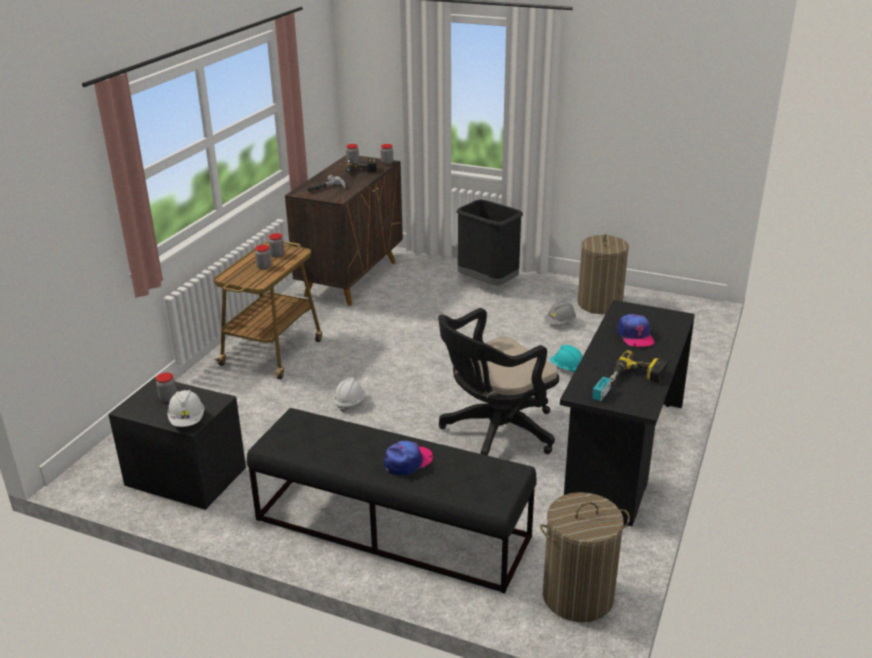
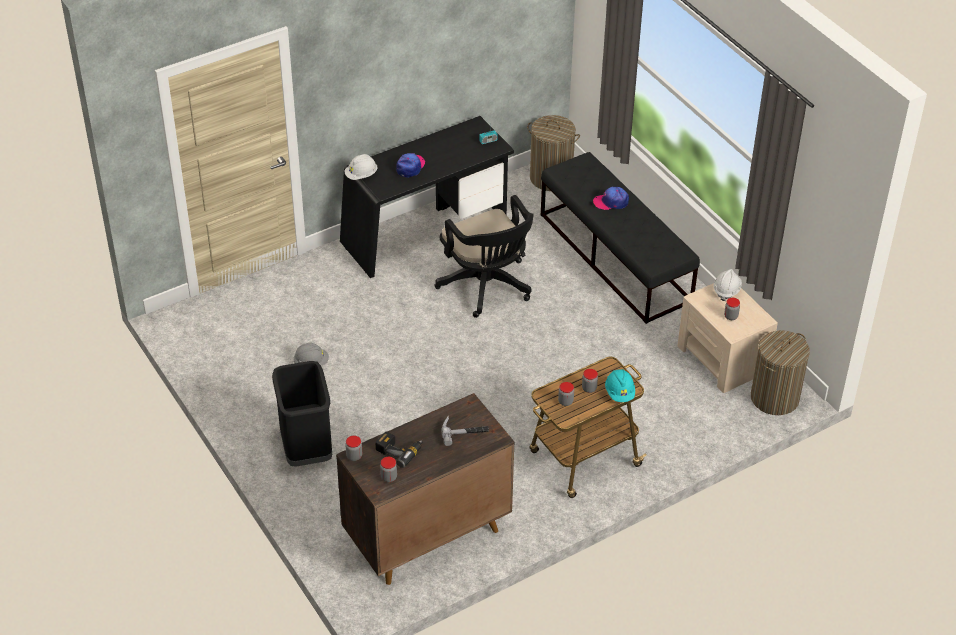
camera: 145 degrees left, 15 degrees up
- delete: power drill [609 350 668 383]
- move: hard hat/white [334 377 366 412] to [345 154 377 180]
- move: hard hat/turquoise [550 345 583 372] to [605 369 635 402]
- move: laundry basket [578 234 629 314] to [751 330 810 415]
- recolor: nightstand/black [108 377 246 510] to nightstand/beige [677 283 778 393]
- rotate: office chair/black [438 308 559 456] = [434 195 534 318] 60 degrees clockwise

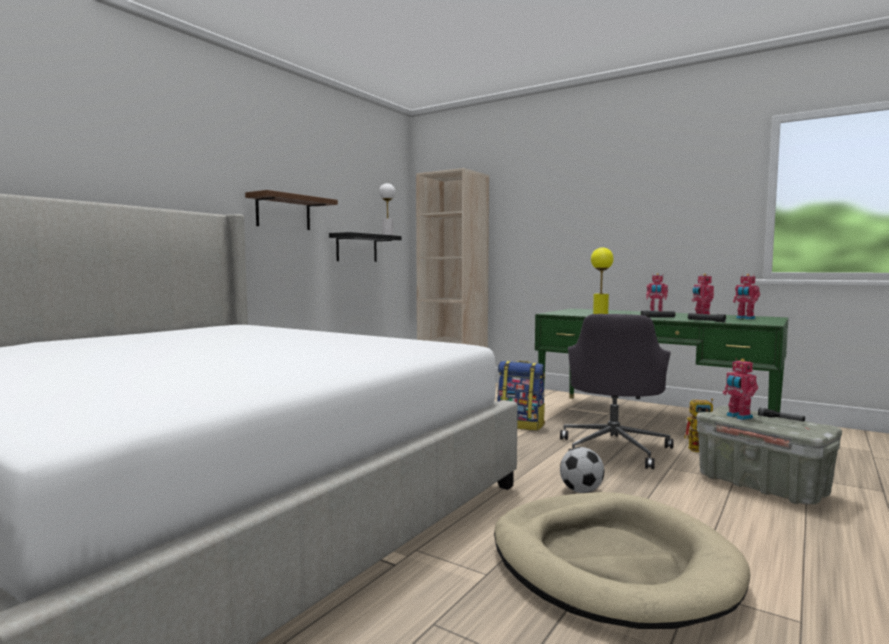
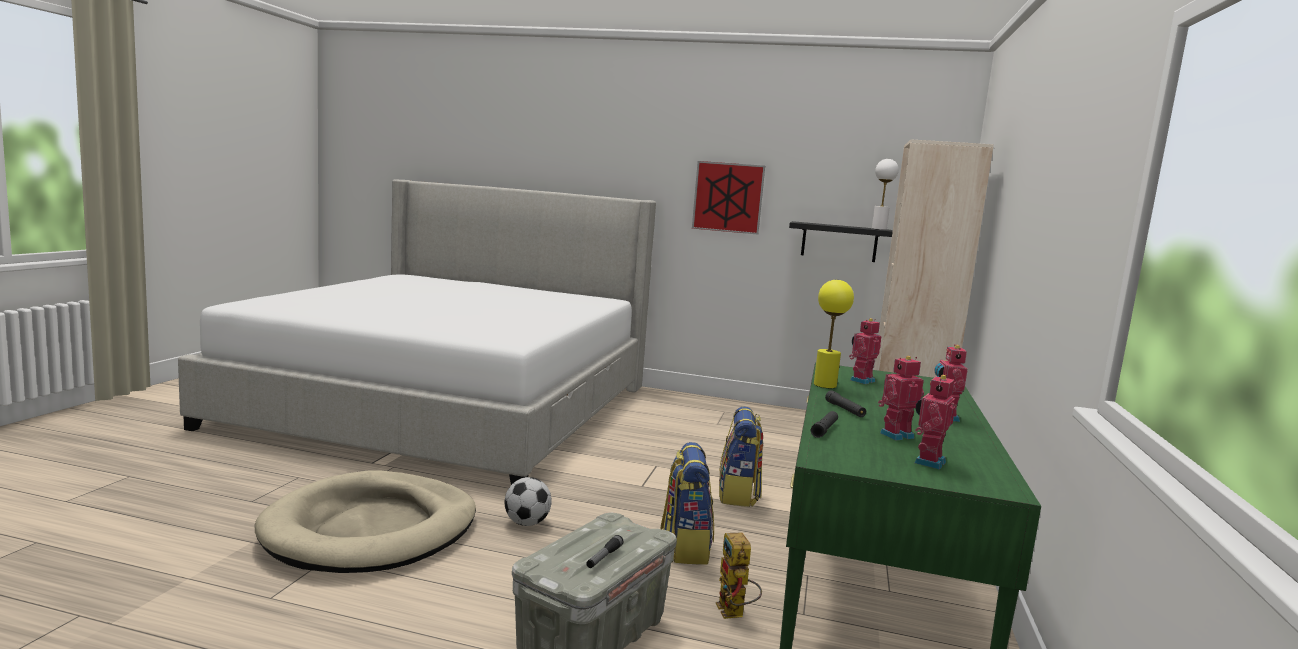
camera: 70 degrees right, 5 degrees up
- move: toy robot [723 359 758 420] to [849 318 882 384]
- replace: shelf/brown [245 190 338 230] to picture [692 161 765 235]
- replace: office chair/grey [560 314 674 469] to backpack [661 442 714 565]

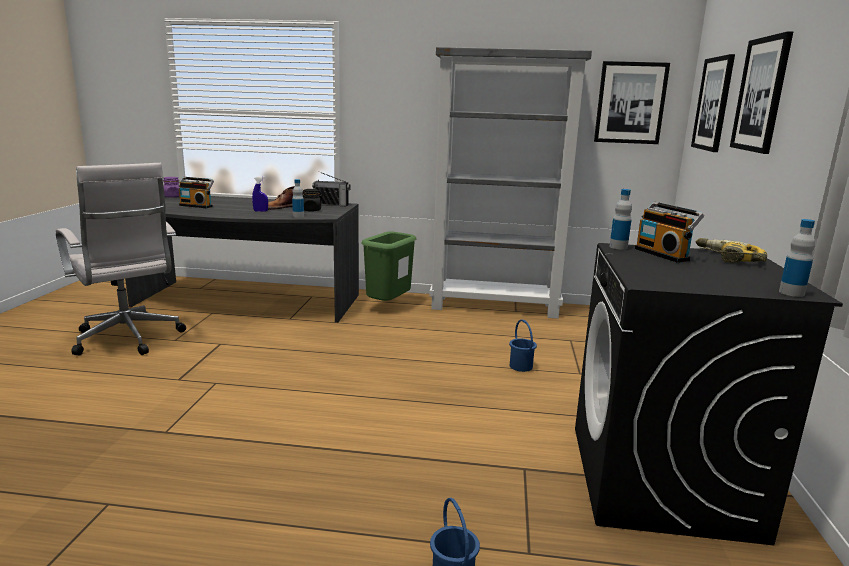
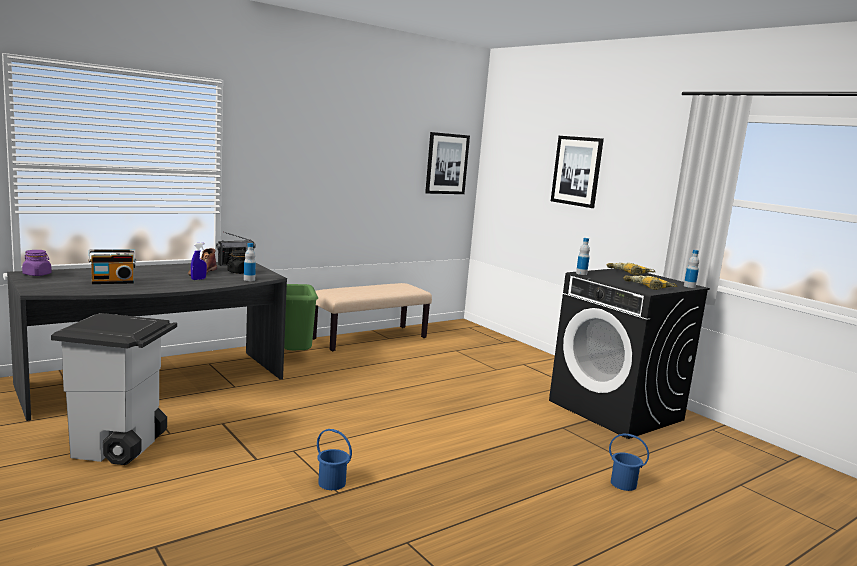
camera: 45 degrees left, 5 degrees down
- delete: radio [635 202 704 263]
- delete: picture [691 54 735 152]
- insert: power drill [623 275 677 290]
- move: bucket/blue [509 319 537 372] to [317 429 352 490]
- replace: office chair/white [56 163 186 356] to trash can/grey [51 313 177 465]
- replace: bookcase/grey [429 47 592 319] to bench/beige [313 283 432 351]

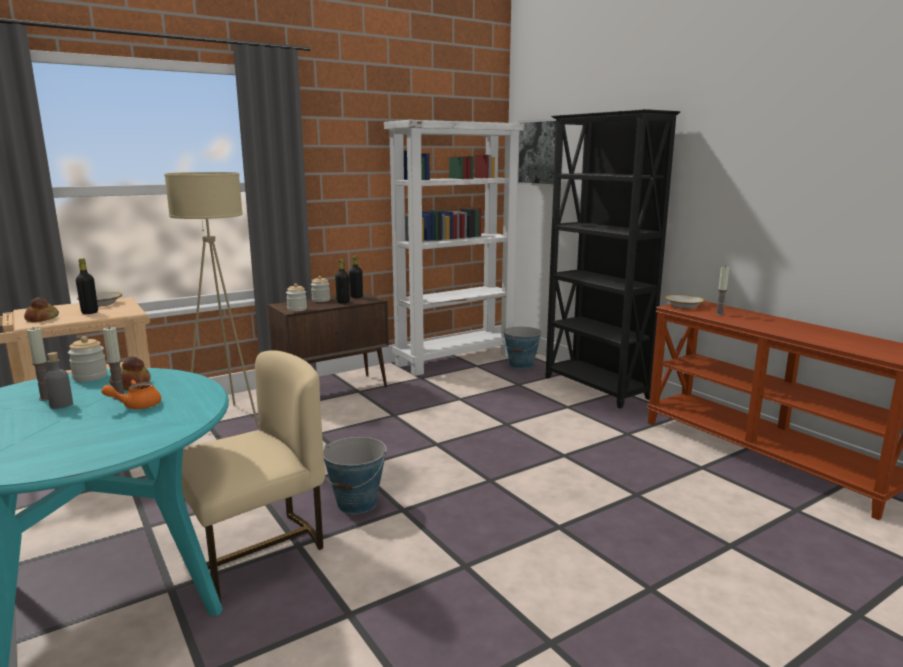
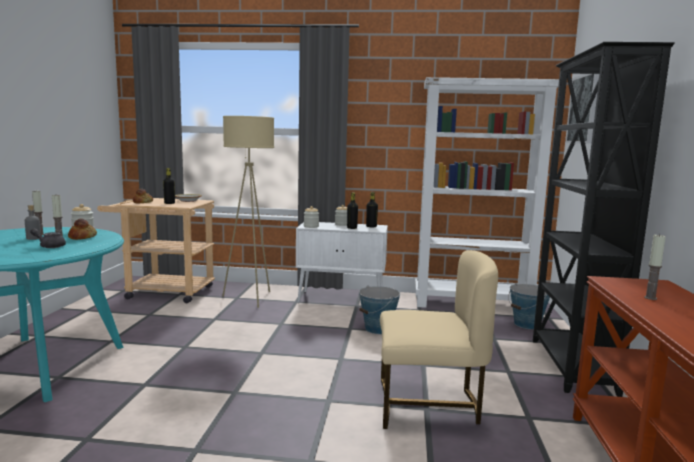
camera: 40 degrees right, 5 degrees down
- delete: bowl [665 295 705 309]
- move: chair/beige [182 350 325 603] to [380 250 498 429]
- move: bucket [323 437 387 514] to [358 285 400 334]
- recolor: teapot/orange [101 380 161 409] to teapot/grey [30 228 66 248]
- recolor: cabinet/brown [268 292 389 388] to cabinet/white [296 222 388 303]

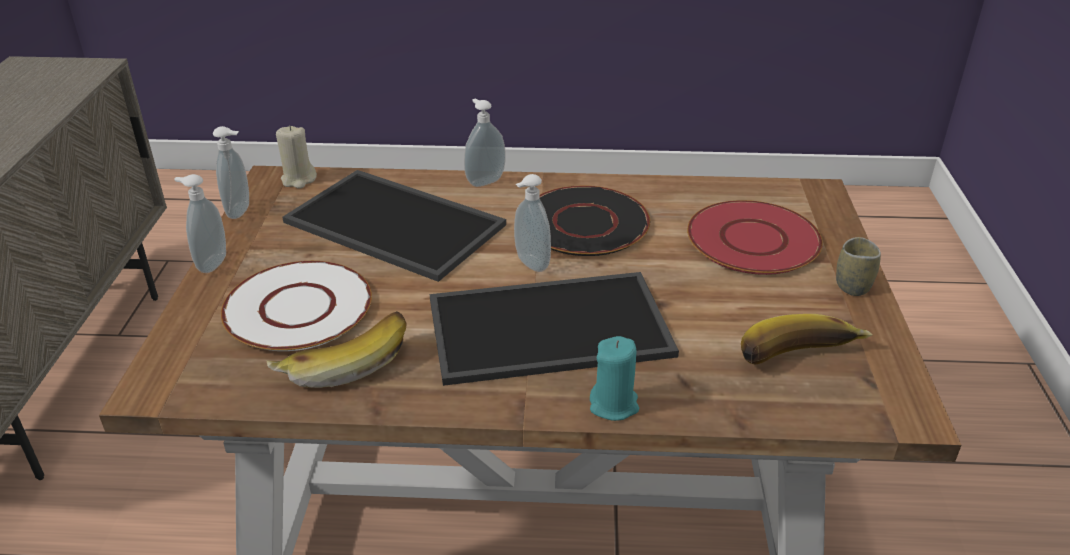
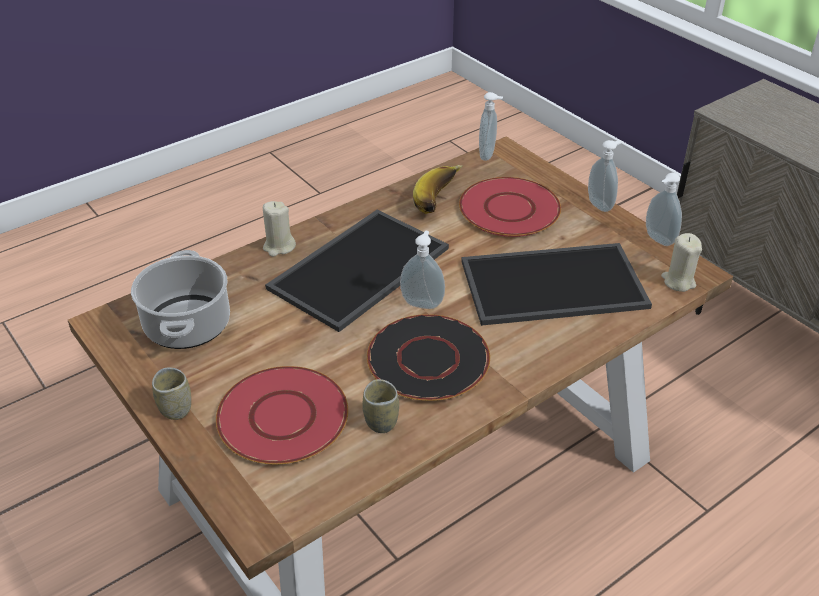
camera: 140 degrees right, 5 degrees up
- insert: cup [362 379 399 433]
- move: soap dispenser [464 98 506 187] to [479 92 503 161]
- replace: banana [741 314 873 365] to cooking pot [131 250 230 349]
- recolor: plate/white [221 261 372 351] to plate/red [459 177 561 237]
- recolor: candle/turquoise [590 336 639 421] to candle/beige [263 201 296 257]

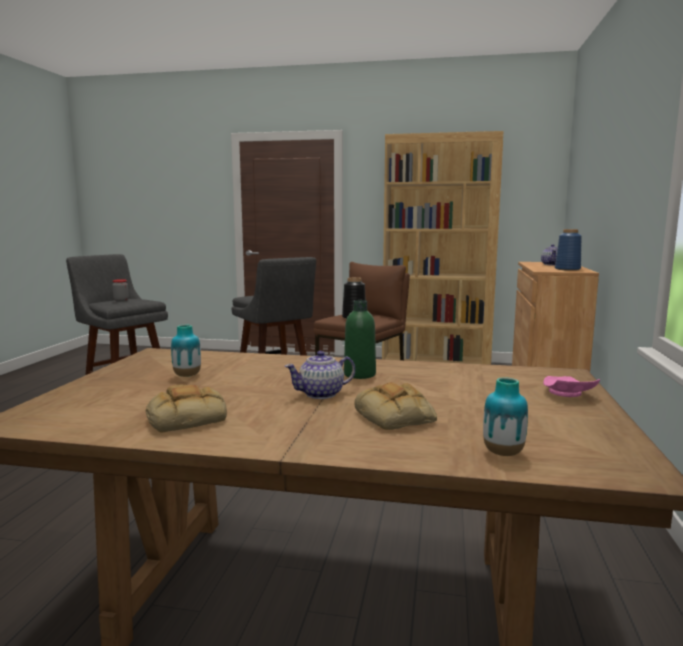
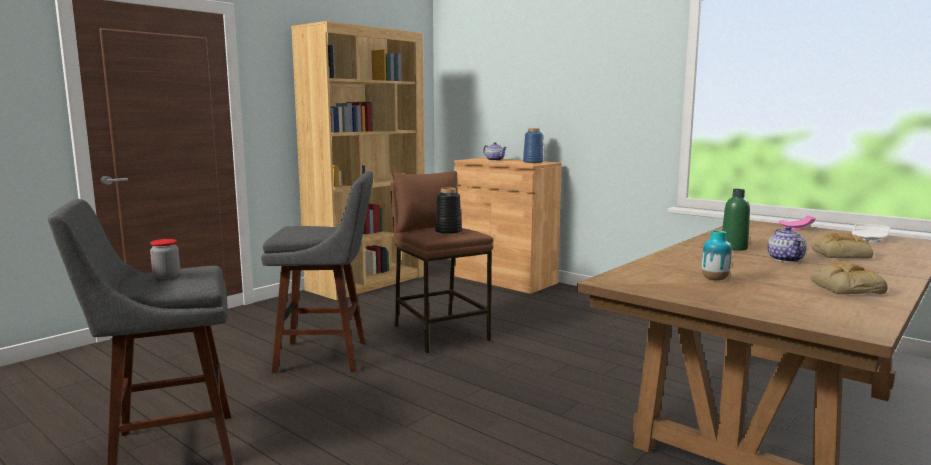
camera: 60 degrees left, 0 degrees up
- delete: vase [483 378 528 456]
- insert: plate/white [852 224 890 243]

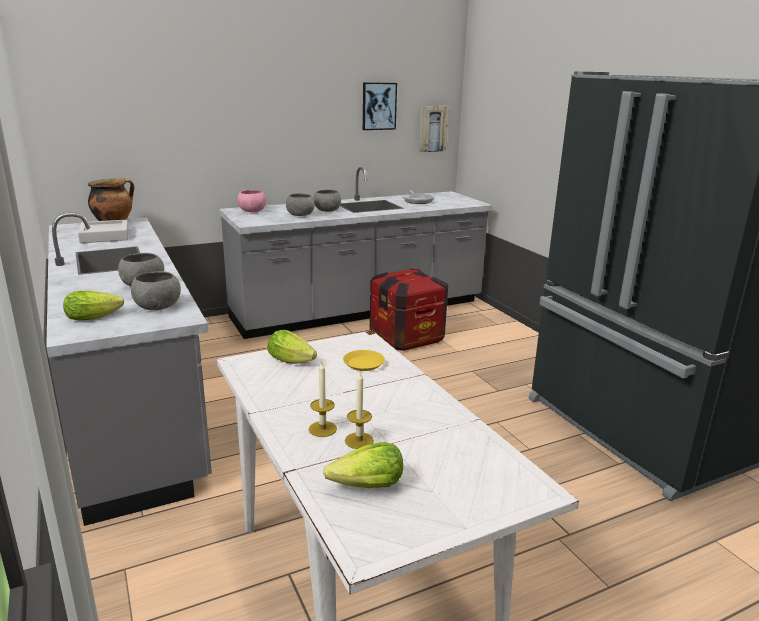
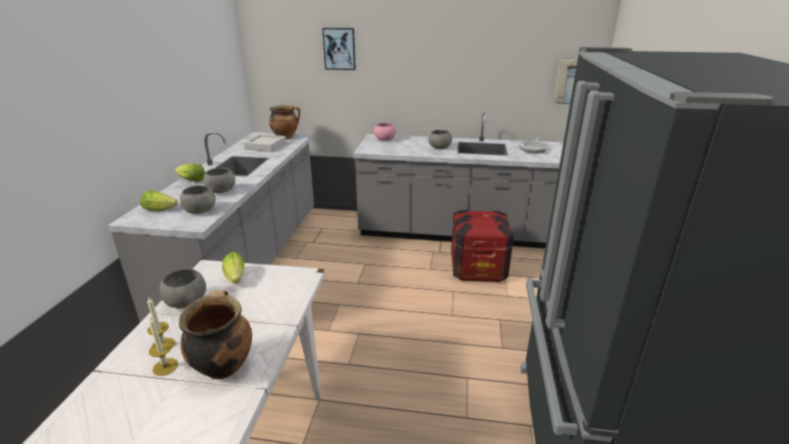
camera: 35 degrees right, 5 degrees up
- delete: plate/yellow [343 350 385 371]
- insert: cooking pot [179 290 252 379]
- move: bowl/grey [286 193 315 216] to [159 269 206 308]
- move: lettuce [323 442 403 488] to [175 164 205 182]
- move: picture [363 82 397 130] to [322 28 356 70]

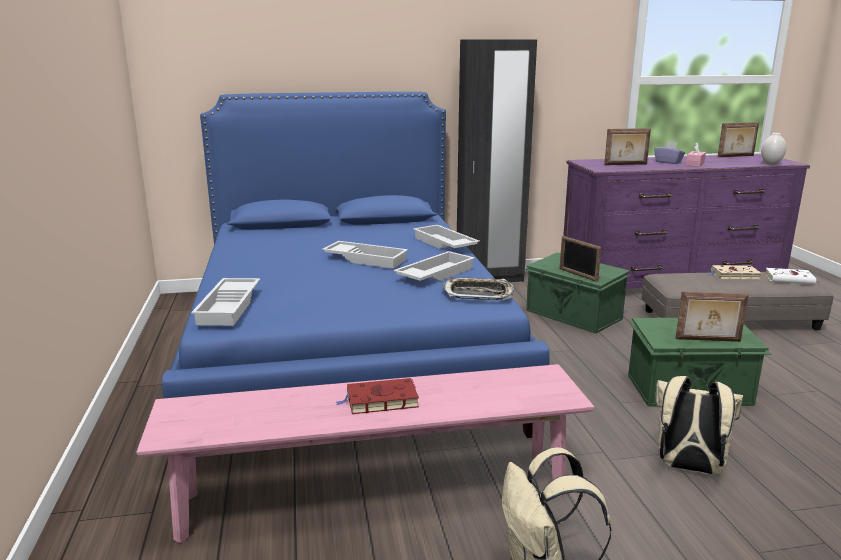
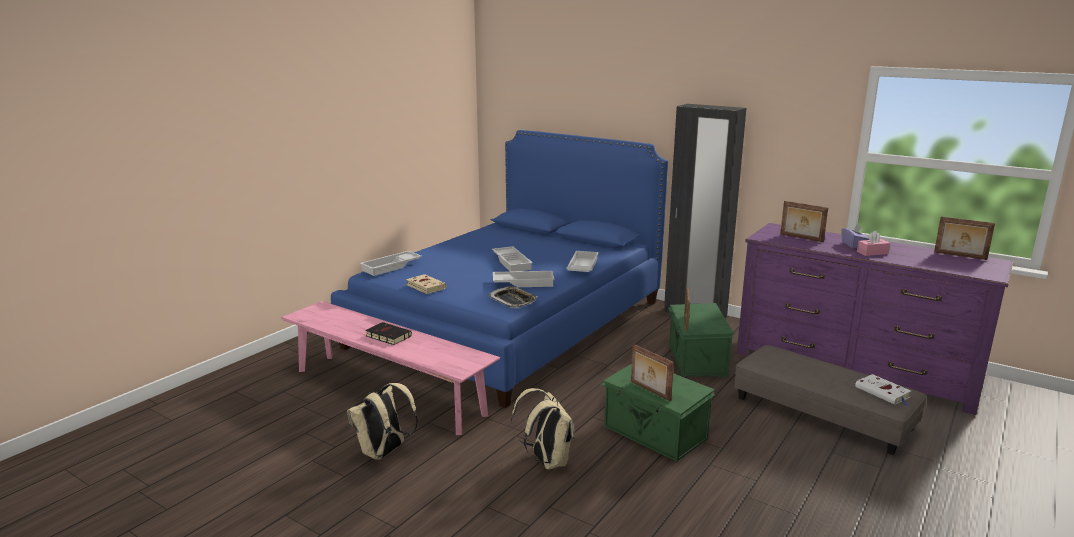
camera: 45 degrees right, 0 degrees up
- delete: vase/white [761 133 787 165]
- move: book/beige [707 265 762 280] to [406 274 447 294]
- recolor: book/red [336 378 419 414] to book/black [365 322 412 345]

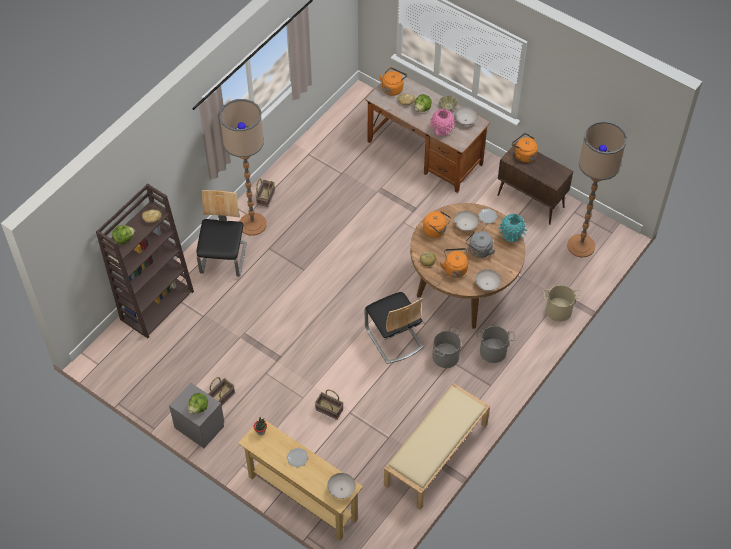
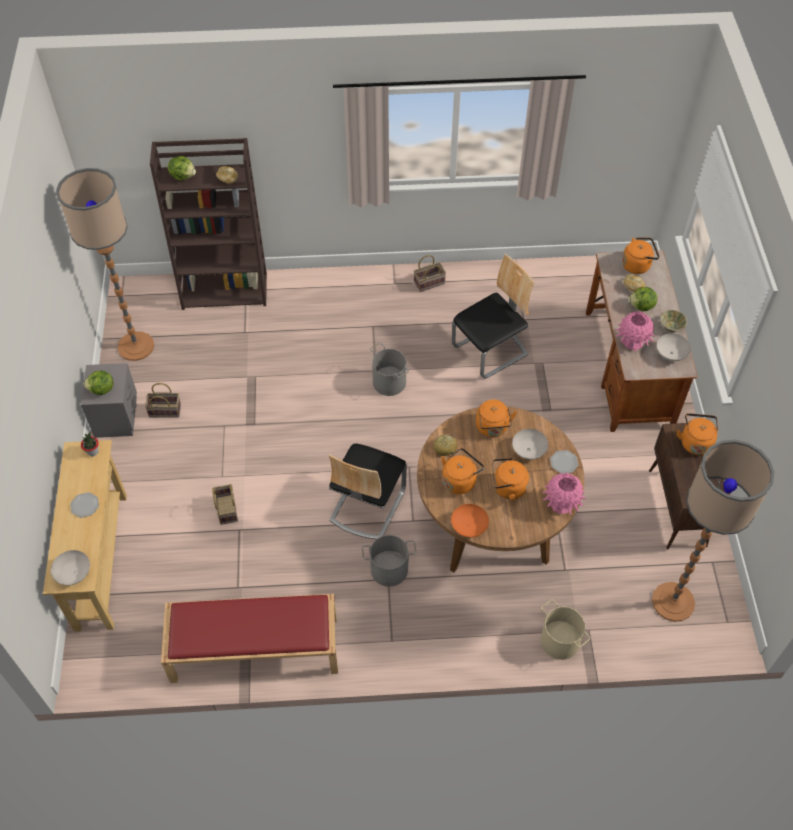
camera: 50 degrees right, 0 degrees up
- move: chair [197 190 247 277] to [452 254 534 379]
- move: floor lamp [219 99 267 236] to [56 168 154 361]
- move: bucket/grey [477 326 515 363] to [370 342 409 396]
- recolor: bench/beige [384 383 490 510] to bench/red [161 594 338 683]
- recolor: kettle/grey [466 231 495 258] to kettle/orange [492 458 529 500]
- recolor: bowl/white [475 269 501 291] to bowl/orange [451 504 489 537]
- recolor: vase/turquoise [498 214 527 242] to vase/pink [542 473 586 515]

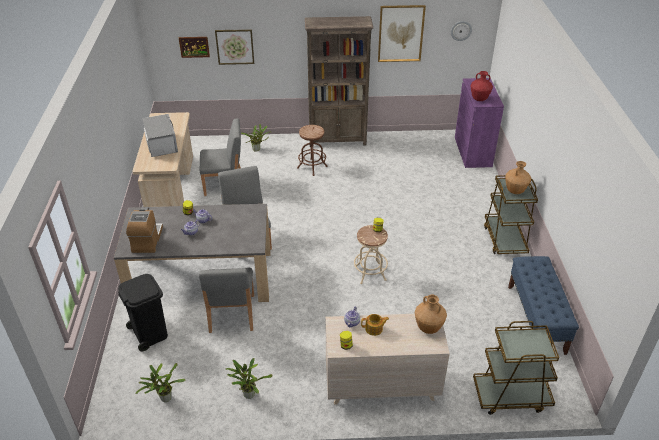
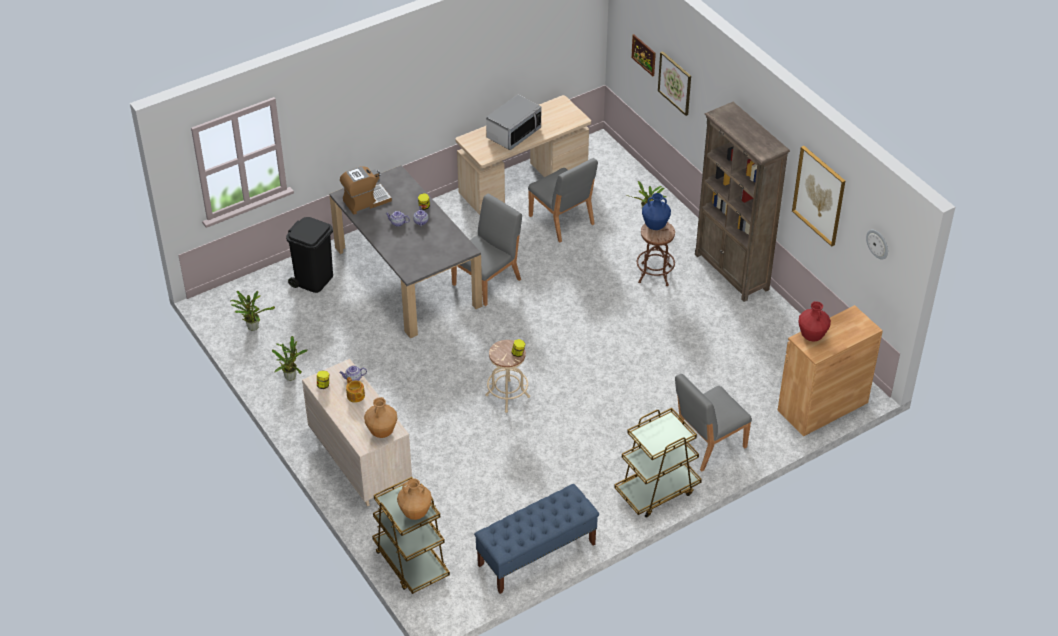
camera: 60 degrees right, 5 degrees up
- insert: vase/blue [642 193 671 230]
- move: chair/grey [199 268 254 333] to [675 374 752 471]
- move: vase/brown [505 161 531 194] to [397 478 432 520]
- recolor: cabinet/purple [455 78 504 168] to cabinet/brown [778 305 883 436]

